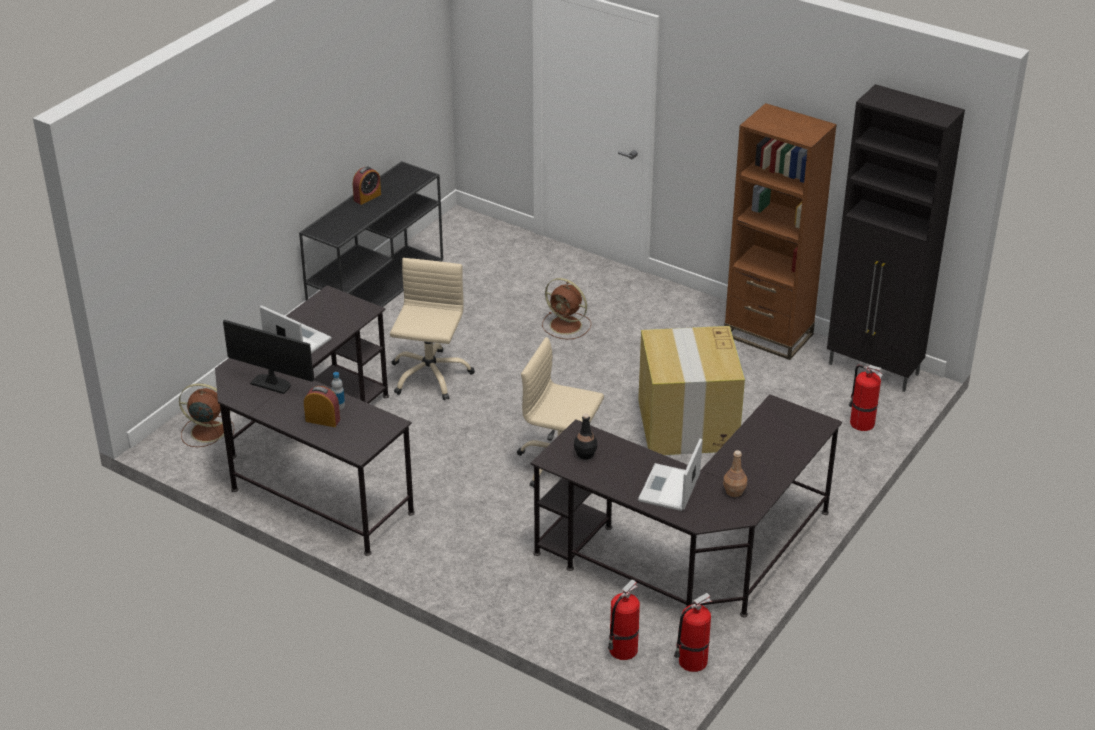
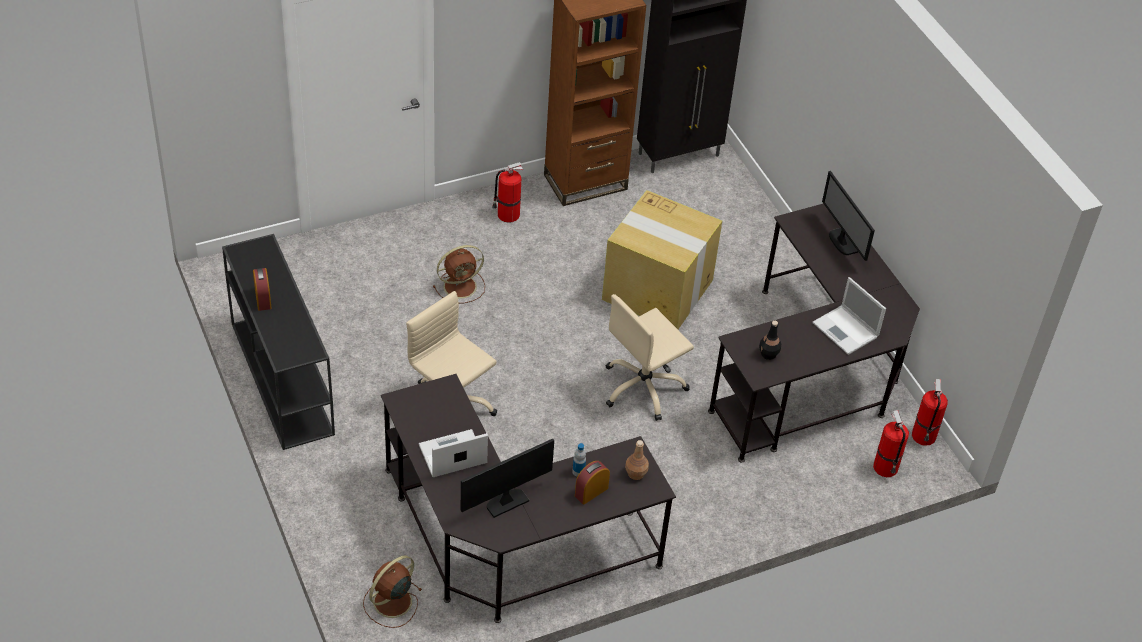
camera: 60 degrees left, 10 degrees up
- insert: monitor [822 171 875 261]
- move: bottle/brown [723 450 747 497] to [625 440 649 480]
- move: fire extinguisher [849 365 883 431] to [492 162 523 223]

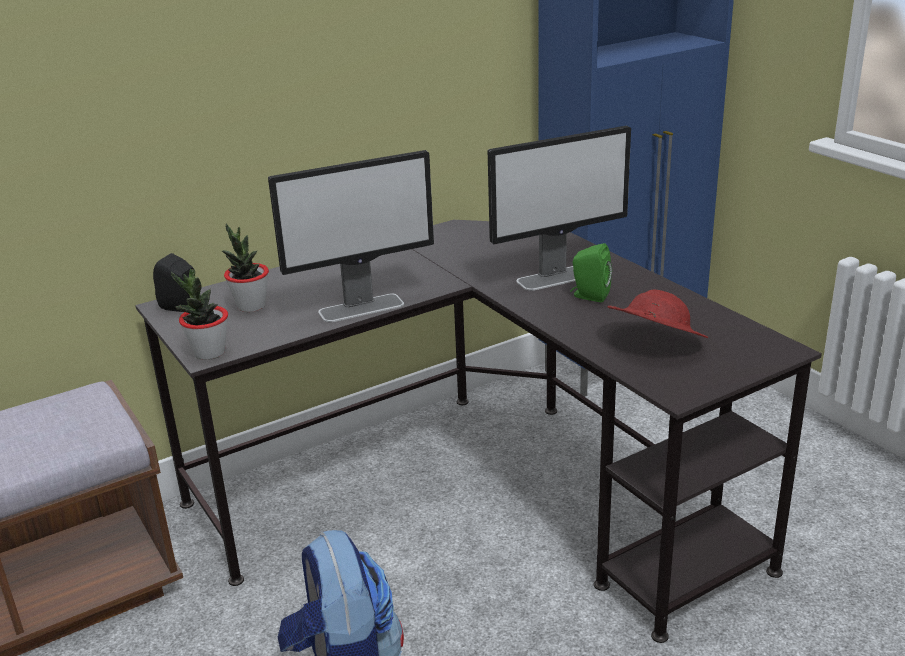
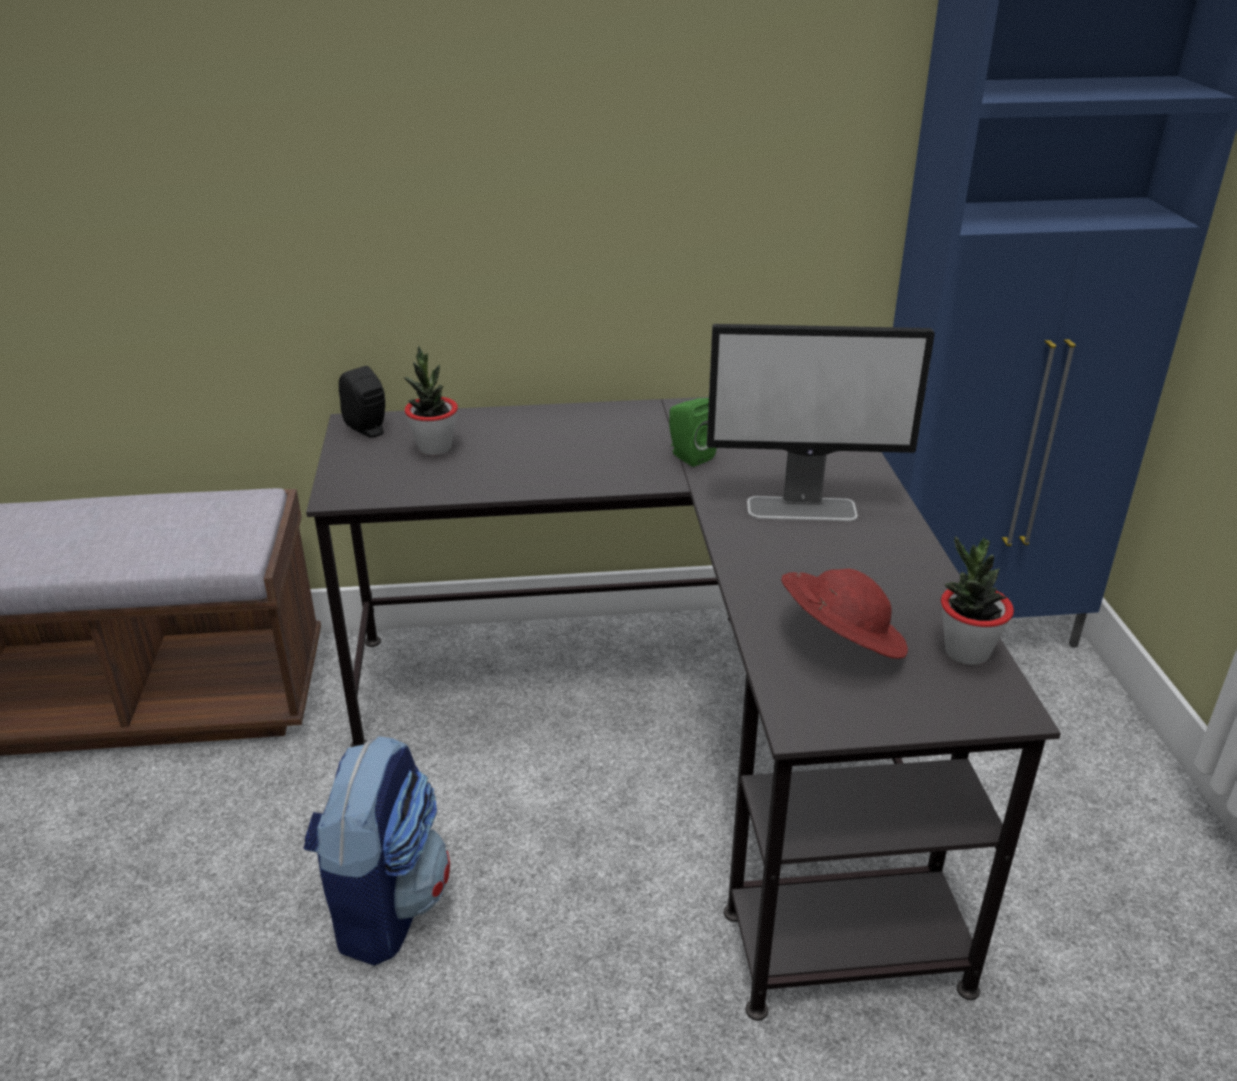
camera: 25 degrees right, 5 degrees up
- delete: monitor [268 150 434 322]
- move: potted plant [171 269 228 360] to [941 537 1014 665]
- move: speaker/green [570 243 612 302] to [669 398 717 467]

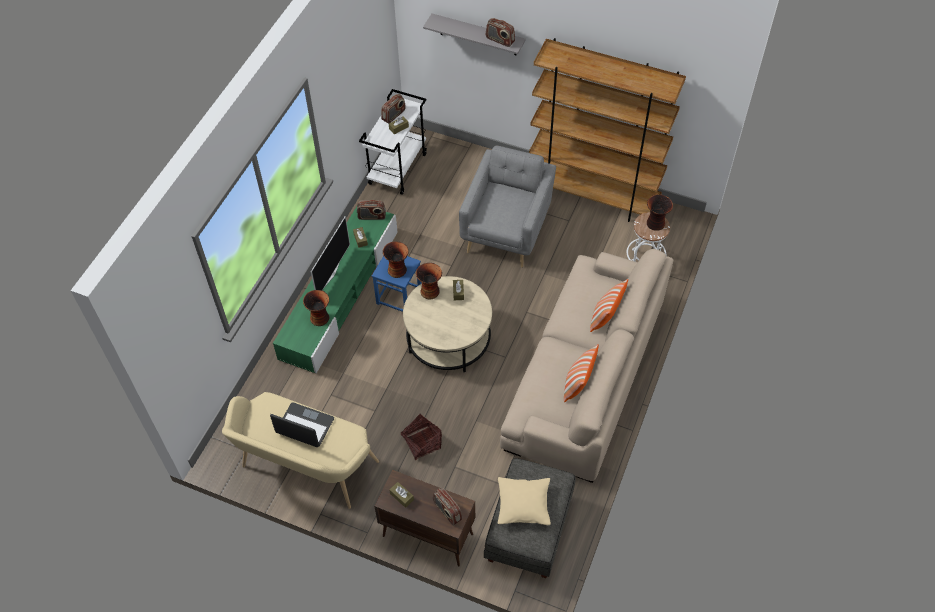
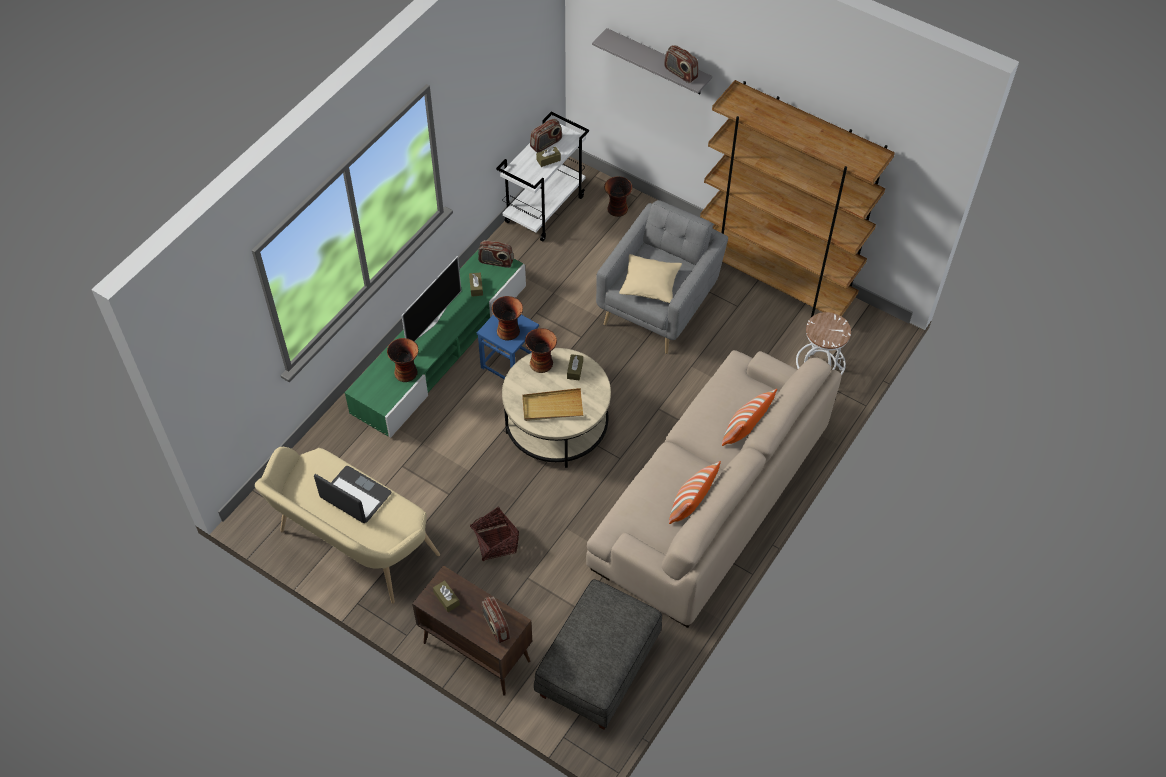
camera: 10 degrees right, 0 degrees up
- insert: tray/beige [522 388 584 421]
- move: pillow/beige [498 477 551 525] to [619 254 682 303]
- move: vase [647 194 673 231] to [604 176 632 217]

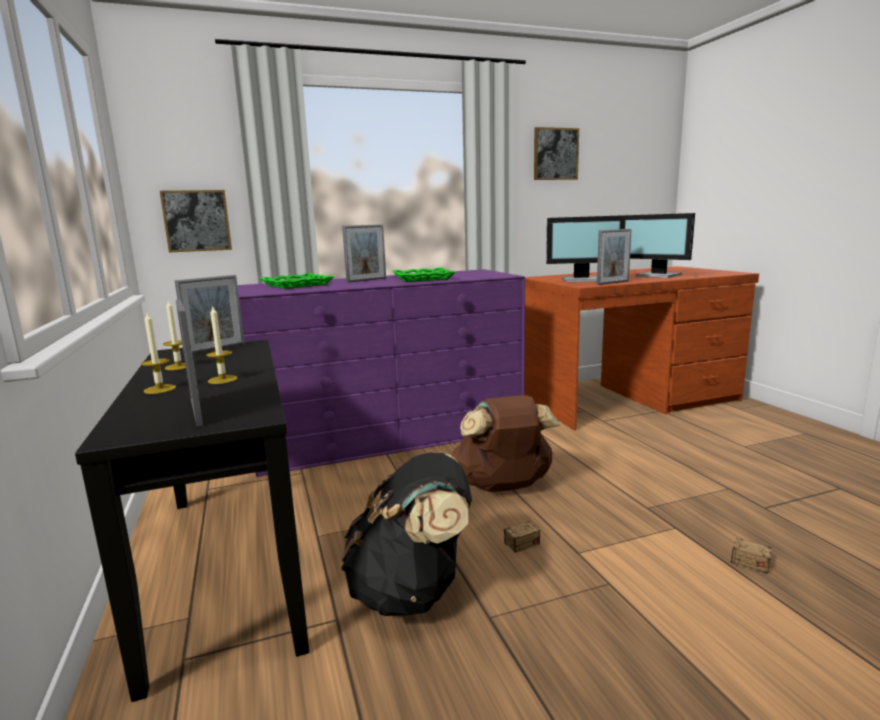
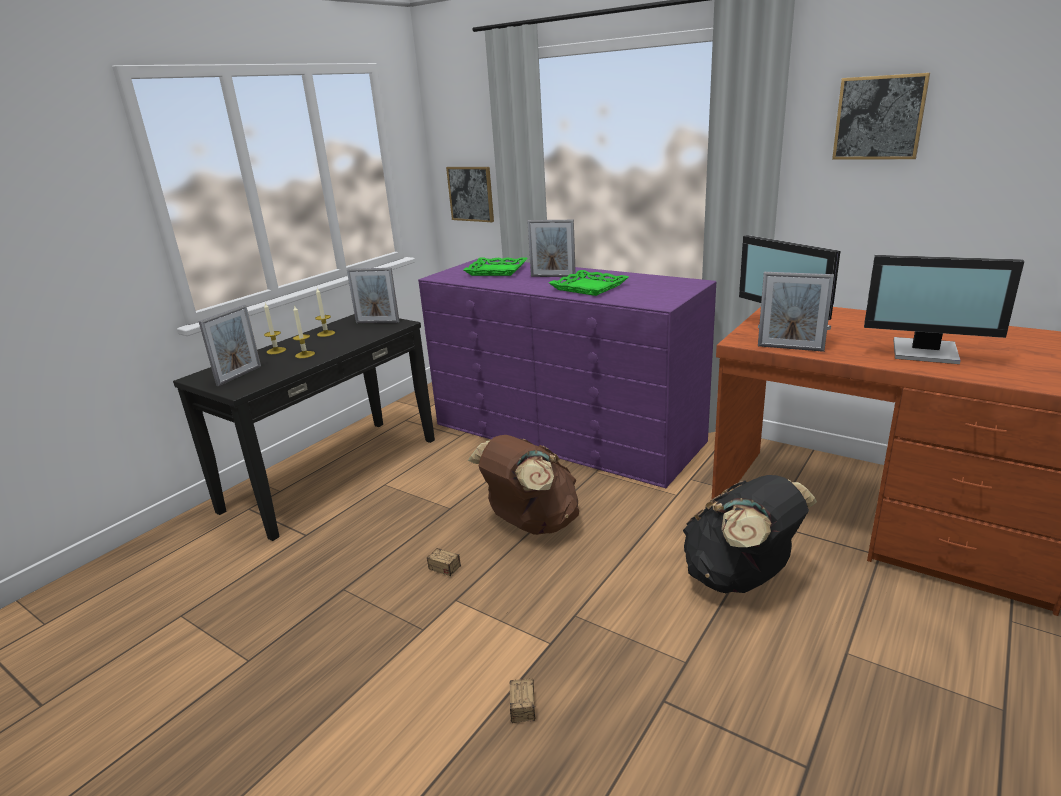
camera: 55 degrees right, 10 degrees up
- move: backpack/black [341 452 472 616] to [683 475 817 593]
- rotate: monitor [625 213 695 278] = [864 255 1024 364] 75 degrees counterclockwise

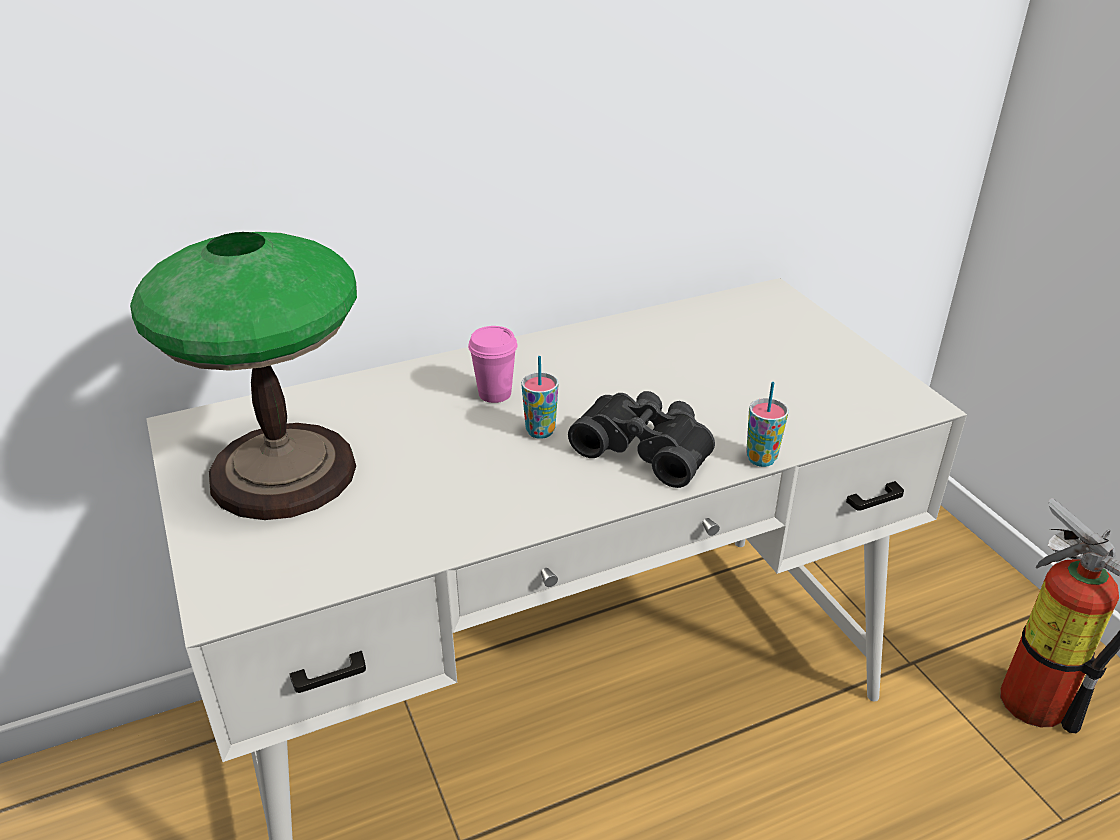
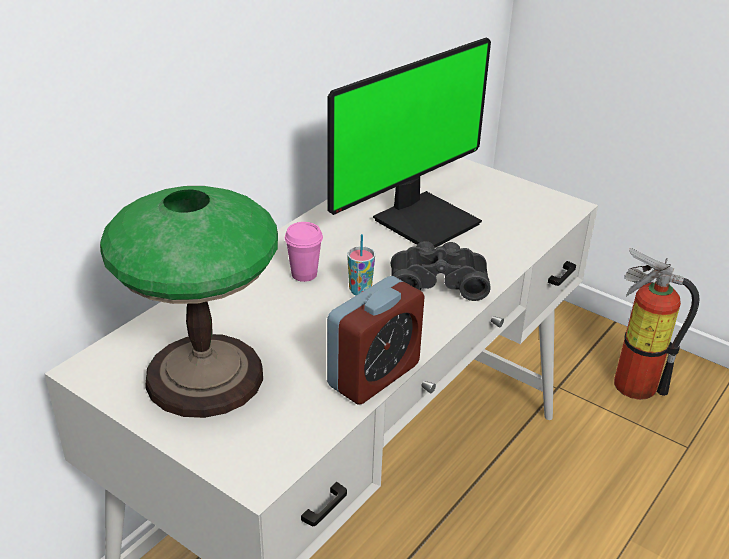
camera: 30 degrees left, 0 degrees up
- delete: cup [746 382 789 467]
- insert: alarm clock [327 276 425 405]
- insert: monitor [328 38 491 248]

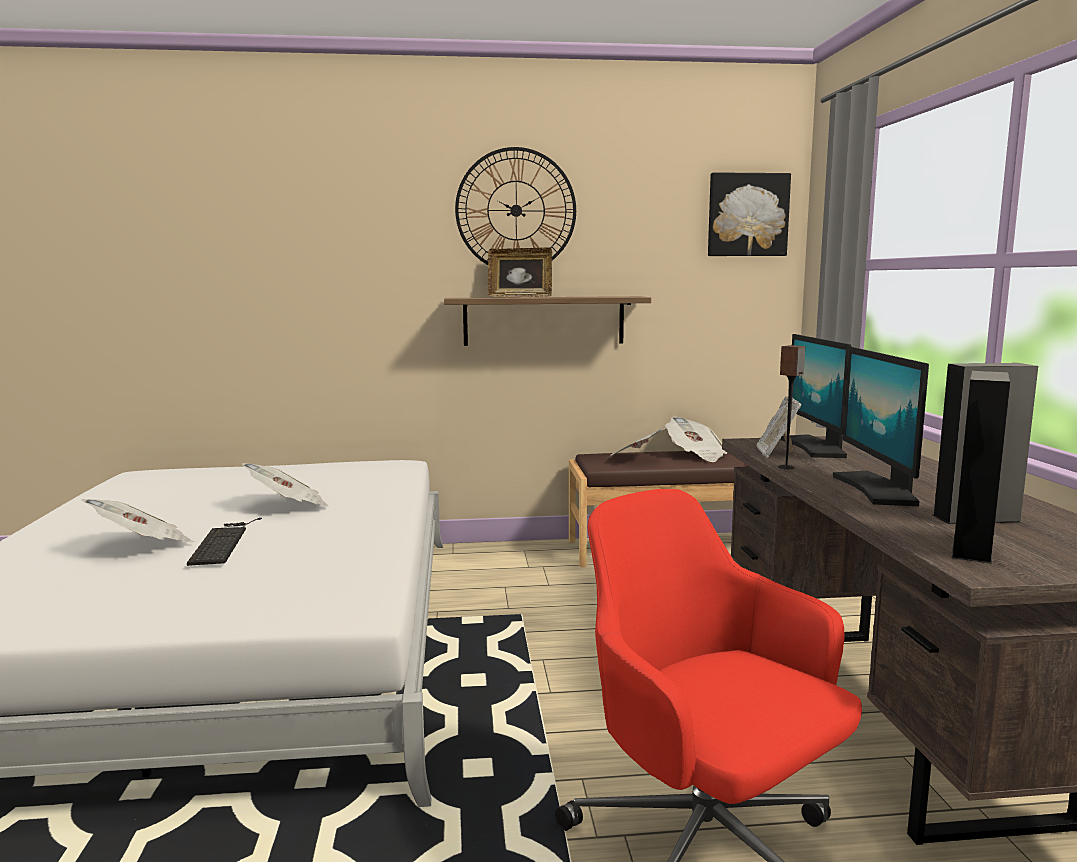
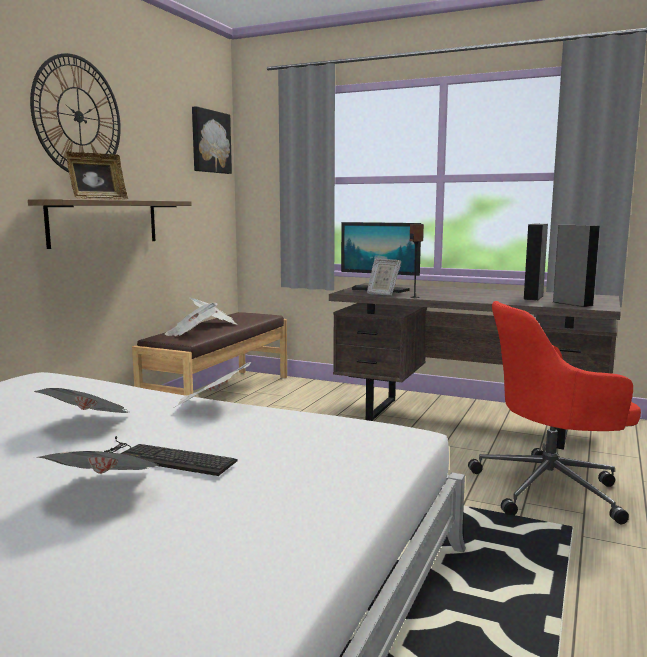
camera: 60 degrees left, 0 degrees up
- delete: monitor [833 347 929 506]
- insert: newspaper [177 362 251 406]

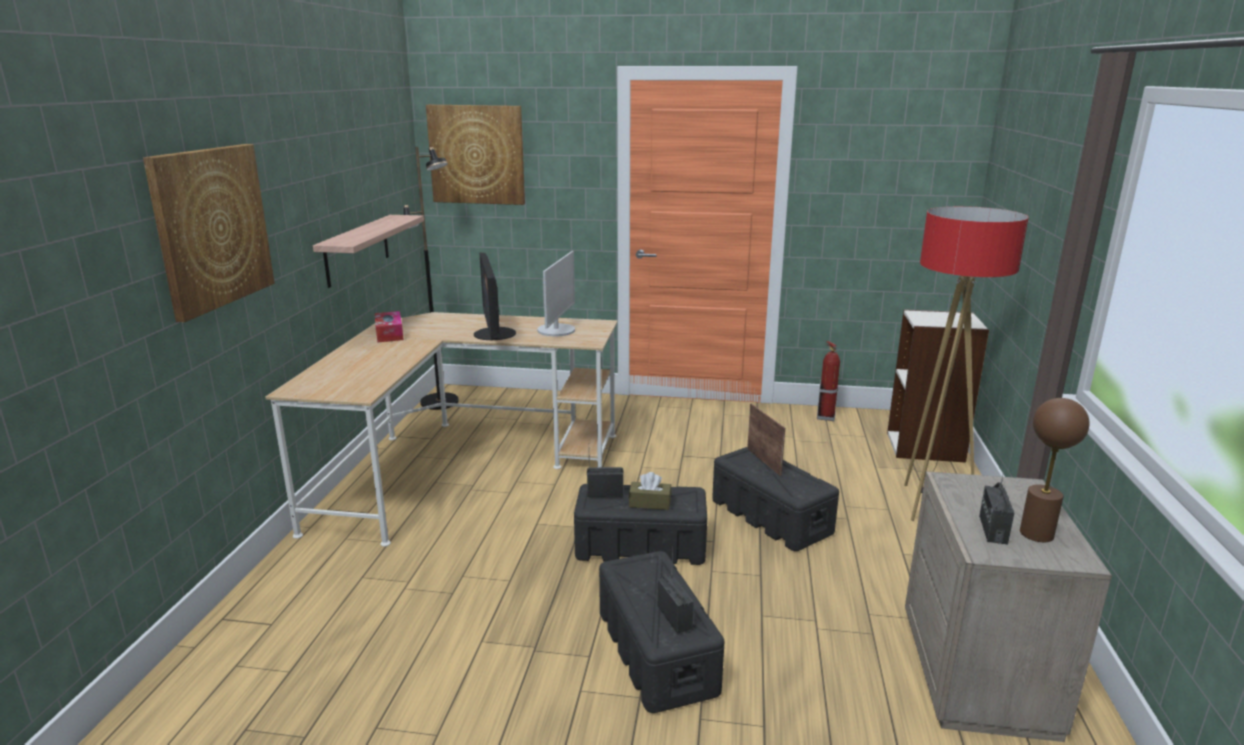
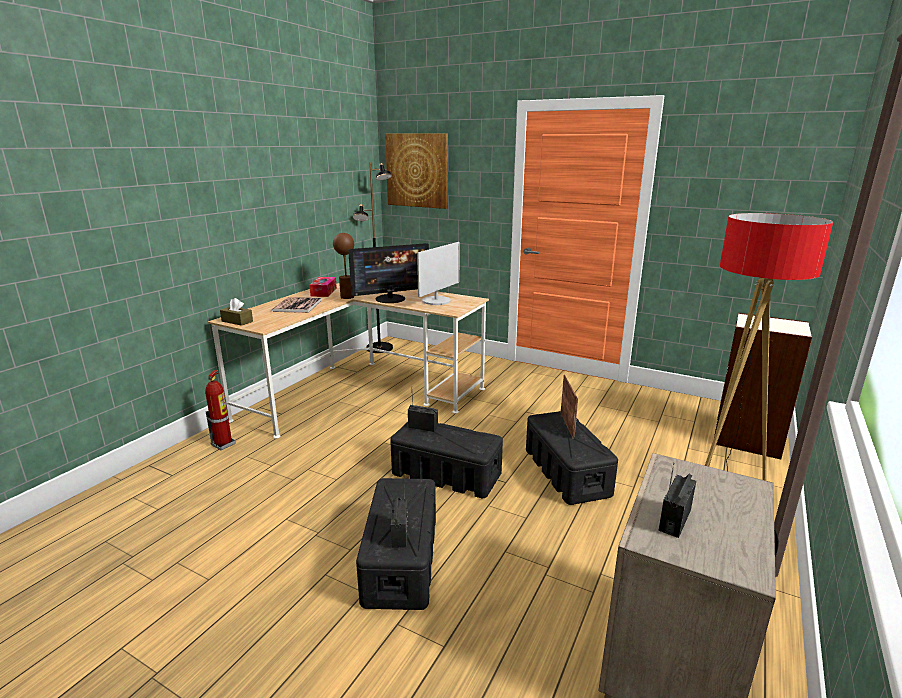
camera: 20 degrees right, 0 degrees up
- delete: picture [143 144 275 322]
- delete: shelf [313 215 424 288]
- insert: book [272 297 321 313]
- move: tissue box/brown [629 472 671 510] to [220 298 253 326]
- move: fire extinguisher [817 341 840 421] to [205 370 236 450]
- move: table lamp/brown [1020 398 1090 542] to [333 233 354 299]
- rotate: monitor [474 252 516 340] = [348 243 429 303] 120 degrees counterclockwise

